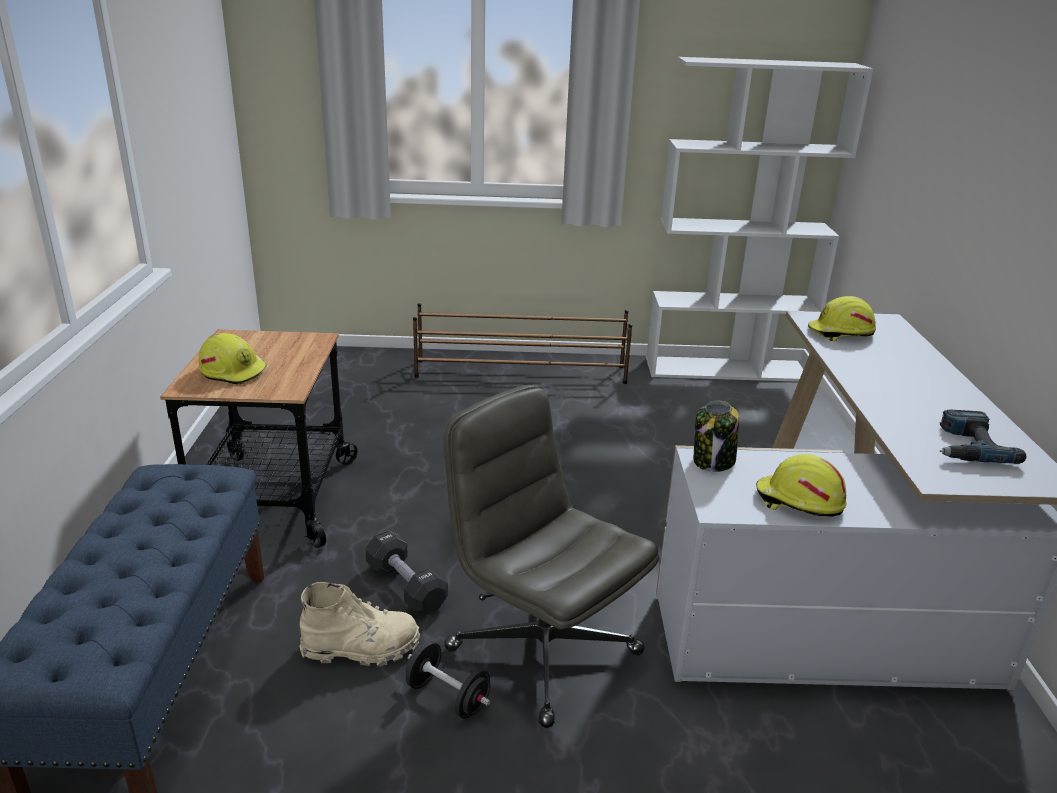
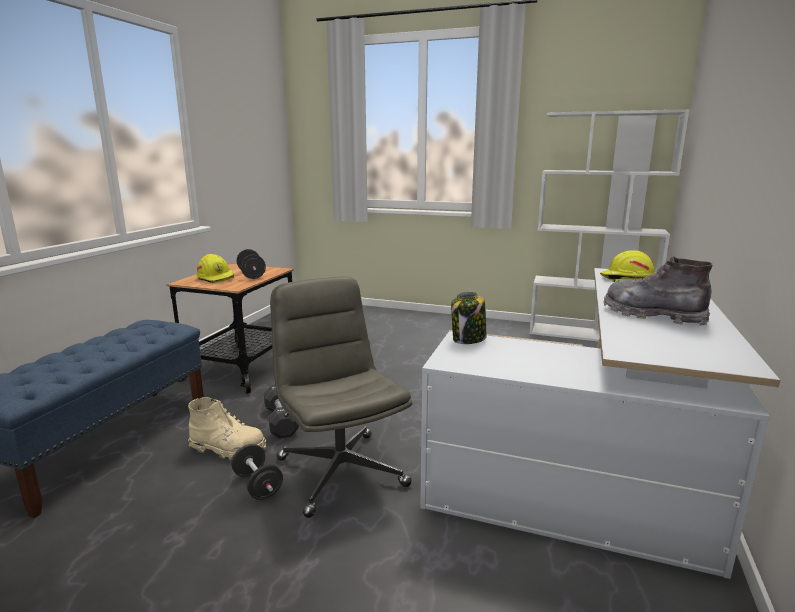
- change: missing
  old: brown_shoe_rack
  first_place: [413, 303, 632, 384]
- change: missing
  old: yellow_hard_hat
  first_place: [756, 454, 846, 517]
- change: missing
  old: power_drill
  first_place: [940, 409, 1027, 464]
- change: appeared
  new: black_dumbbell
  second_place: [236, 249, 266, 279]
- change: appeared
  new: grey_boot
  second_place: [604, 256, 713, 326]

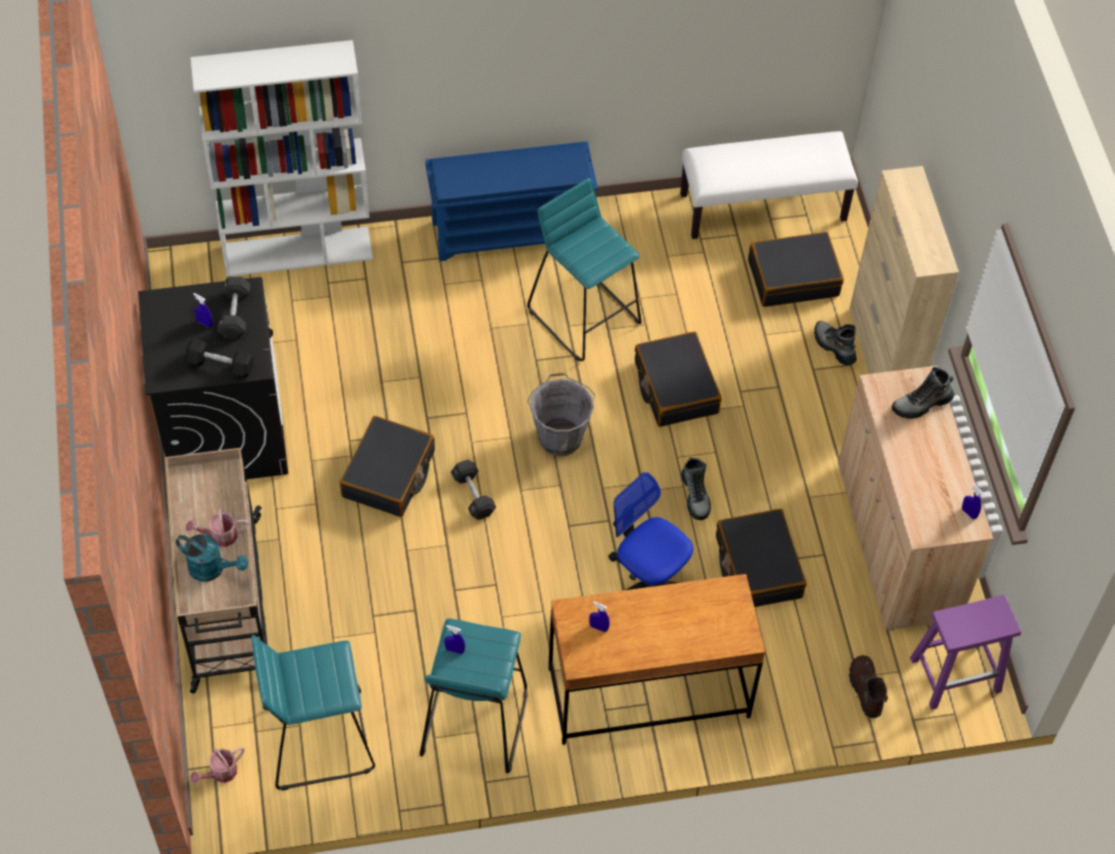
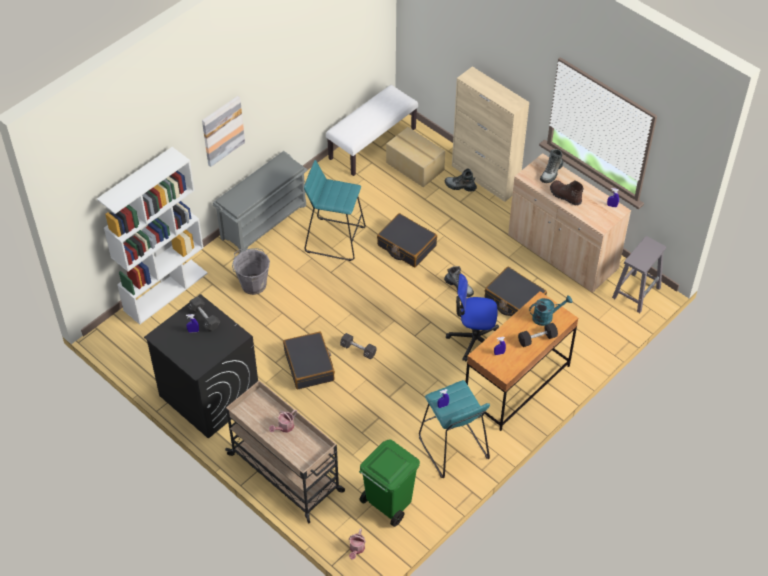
- change: relocated
  old: turquoise_watering_can
  first_place: [176, 534, 248, 582]
  second_place: [529, 295, 572, 326]
- change: relocated
  old: black_dumbbell
  first_place: [186, 338, 254, 378]
  second_place: [518, 323, 558, 347]
- change: exchanged
  old: turquoise_stool
  new: green_trash_can
  first_place: [251, 635, 375, 791]
  second_place: [359, 440, 420, 527]
- change: colour
  old: blue_shoe_rack
  new: grey_shoe_rack
  first_place: [425, 141, 598, 261]
  second_place: [213, 151, 308, 253]
- change: relocated
  old: grey_bucket
  first_place: [527, 373, 595, 456]
  second_place: [232, 248, 270, 295]
- change: exchanged
  old: black_suitcase
  new: cardboard_box
  first_place: [748, 232, 844, 307]
  second_place: [386, 127, 445, 187]
- change: relocated
  old: brown_boot
  first_place: [849, 655, 888, 718]
  second_place: [550, 180, 584, 206]
- change: colour
  old: purple_stool
  new: grey_stool
  first_place: [910, 595, 1021, 710]
  second_place: [612, 236, 666, 313]
- change: appeared
  new: picture
  second_place: [202, 96, 245, 167]

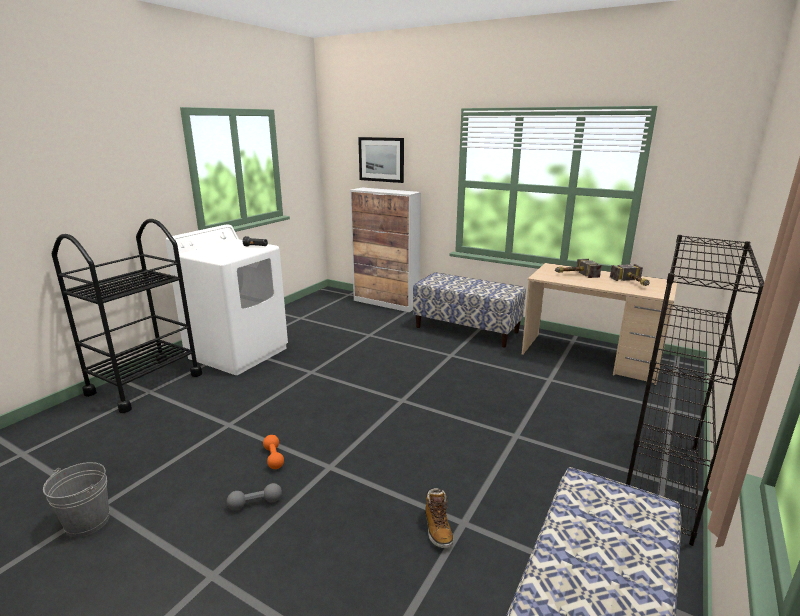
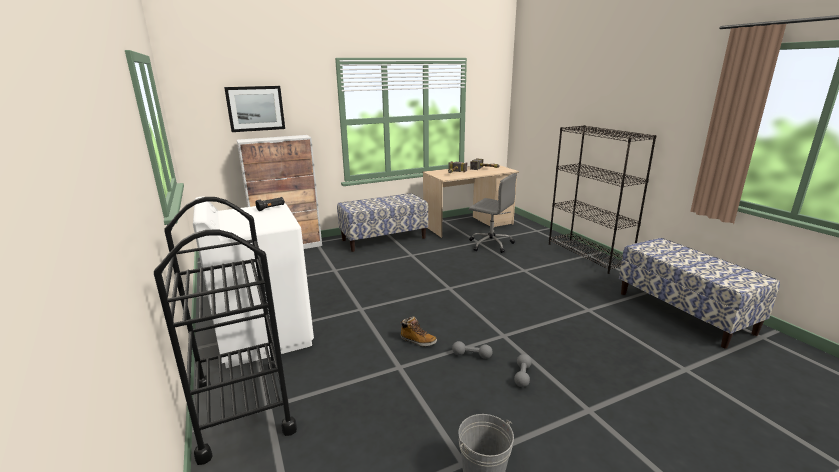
- change: colour
  old: orange_dumbbell
  new: grey_dumbbell
  first_place: [263, 435, 284, 469]
  second_place: [452, 341, 493, 359]
- change: relocated
  old: boot
  first_place: [425, 488, 454, 548]
  second_place: [400, 317, 437, 347]
- change: appeared
  new: grey_office_chair
  second_place: [469, 173, 517, 253]

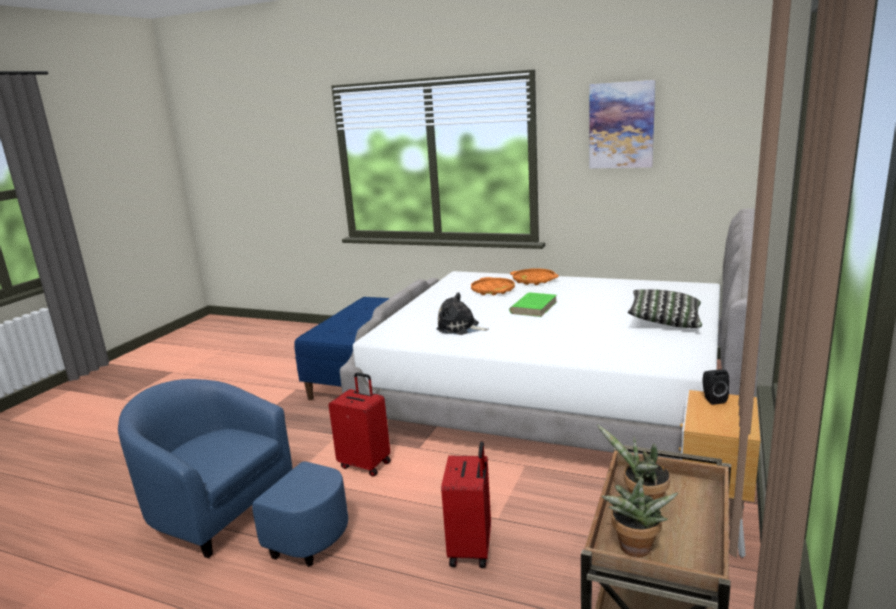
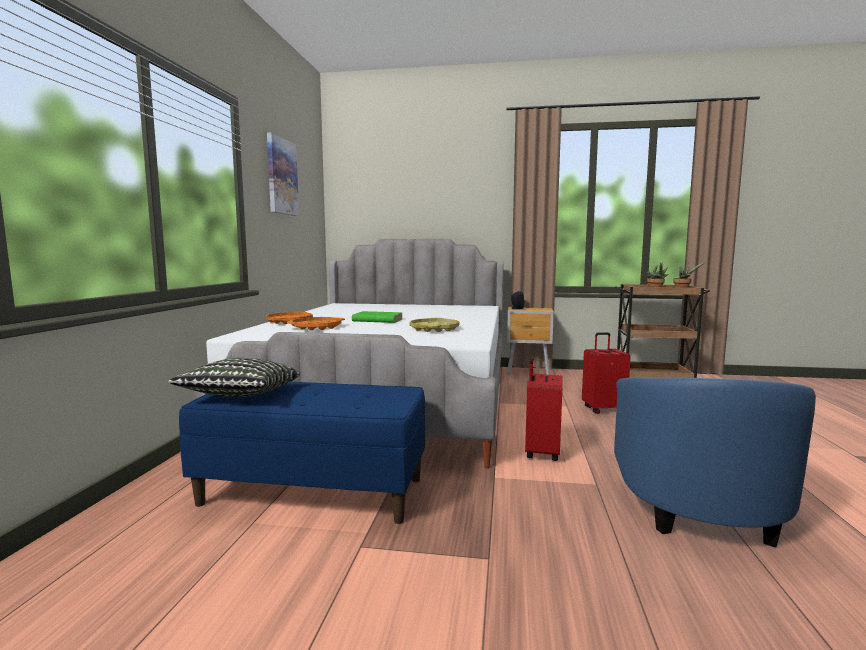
- change: exchanged
  old: plush_toy
  new: yellow_tray
  first_place: [437, 292, 489, 335]
  second_place: [409, 318, 459, 332]
- change: relocated
  old: pillow
  first_place: [628, 289, 702, 328]
  second_place: [168, 358, 300, 397]

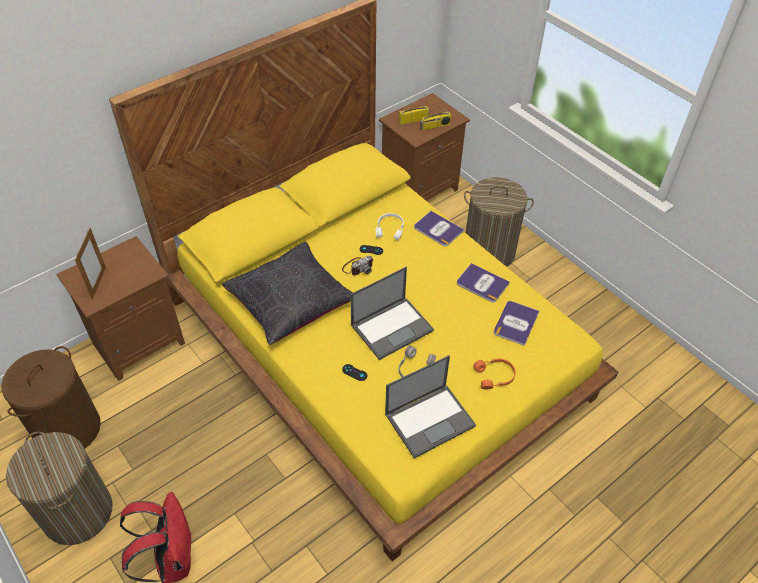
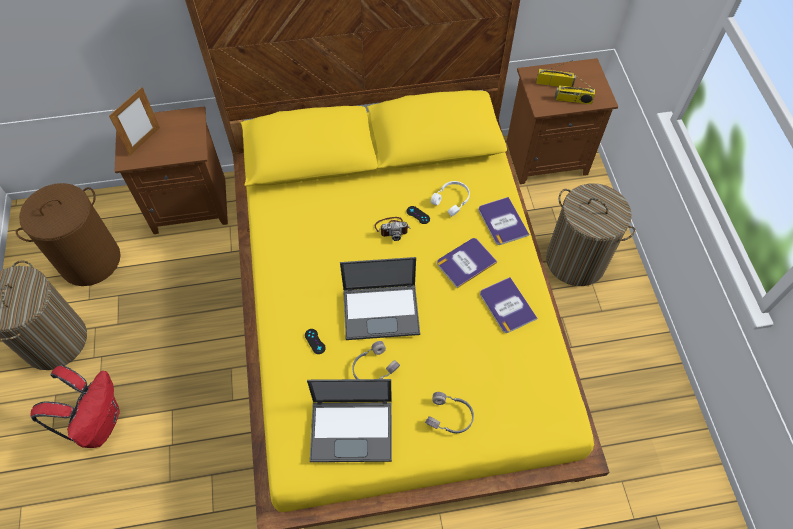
- change: missing
  old: black_pillow
  first_place: [222, 242, 353, 345]
- change: colour
  old: orange_headphones
  new: grey_headphones
  first_place: [473, 358, 516, 390]
  second_place: [425, 392, 474, 433]
- change: relocated
  old: book
  first_place: [494, 301, 539, 346]
  second_place: [437, 238, 497, 288]

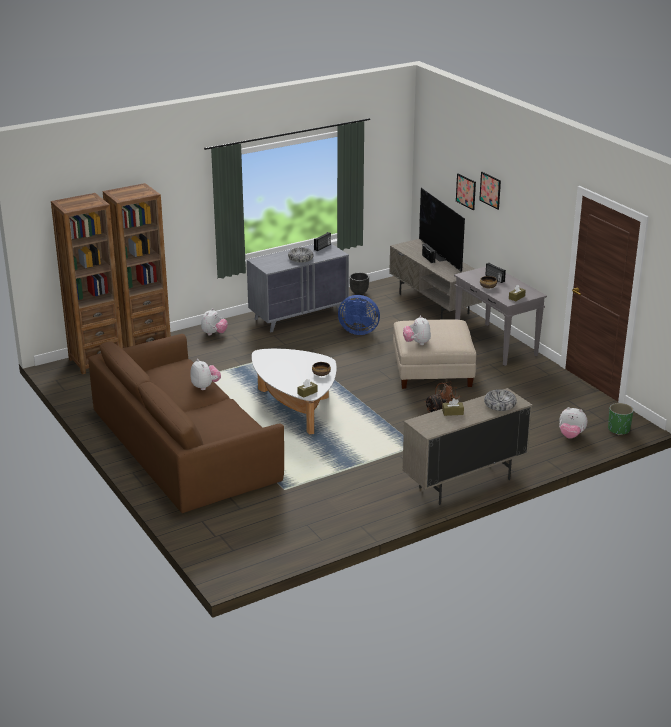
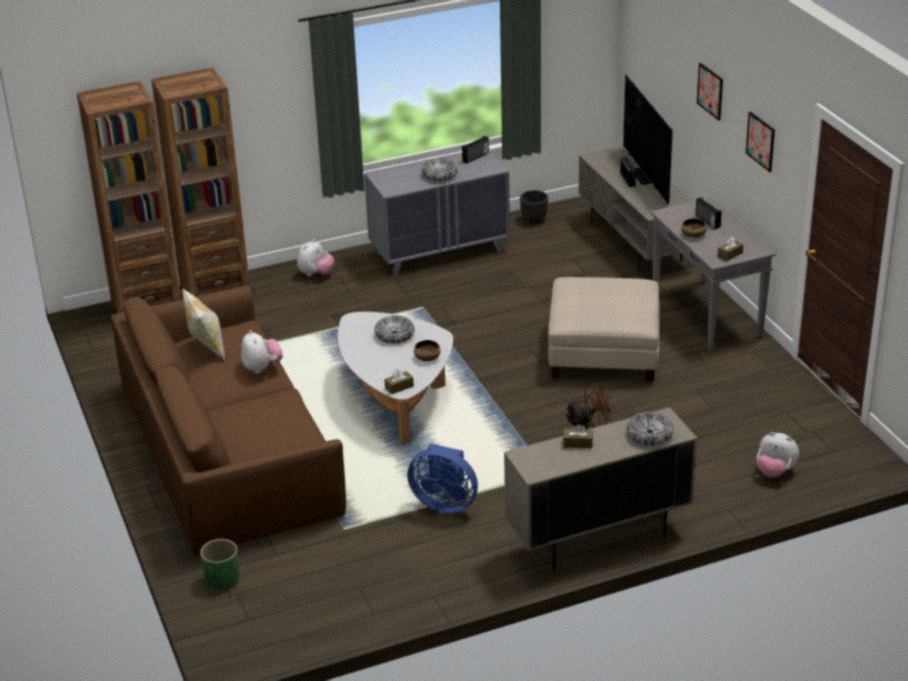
- change: relocated
  old: blue_fan
  first_place: [338, 295, 380, 335]
  second_place: [407, 443, 478, 513]
- change: missing
  old: plush_toy
  first_place: [403, 315, 431, 345]
- change: relocated
  old: picture
  first_place: [456, 173, 476, 210]
  second_place: [746, 111, 775, 172]
- change: relocated
  old: green_planter
  first_place: [608, 403, 634, 435]
  second_place: [200, 539, 240, 590]
- change: appeared
  new: pillow
  second_place: [182, 288, 225, 360]
- change: appeared
  new: bowl
  second_place: [374, 316, 415, 344]

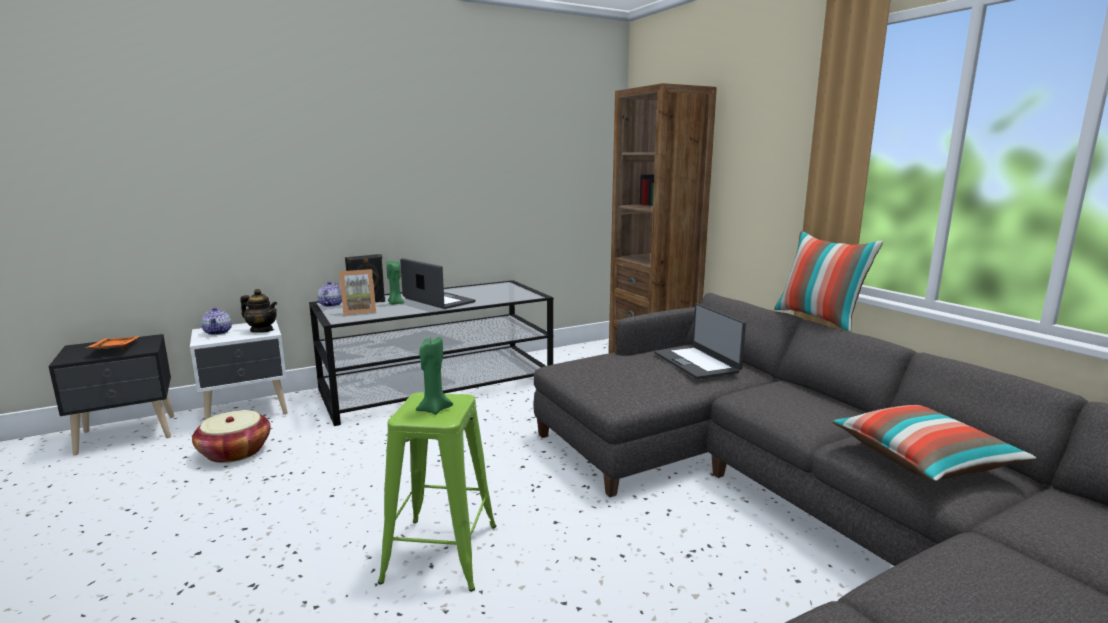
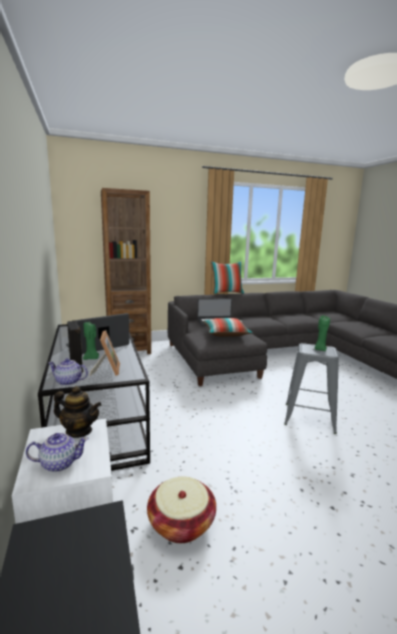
- change: missing
  old: orange_tray
  first_place: [85, 336, 140, 350]
- change: spun
  old: teapot
  first_place: [240, 289, 277, 333]
  second_place: [54, 386, 101, 438]
  degrees: 75
- change: colour
  old: green_stool
  new: grey_stool
  first_place: [378, 392, 496, 592]
  second_place: [284, 343, 339, 434]
- change: relocated
  old: pillow
  first_place: [832, 405, 1036, 482]
  second_place: [203, 318, 253, 336]

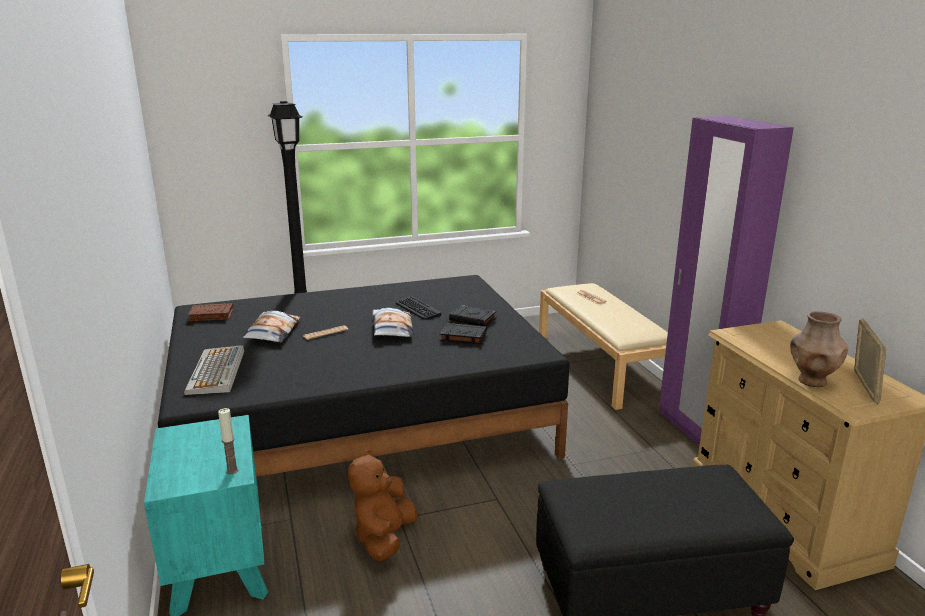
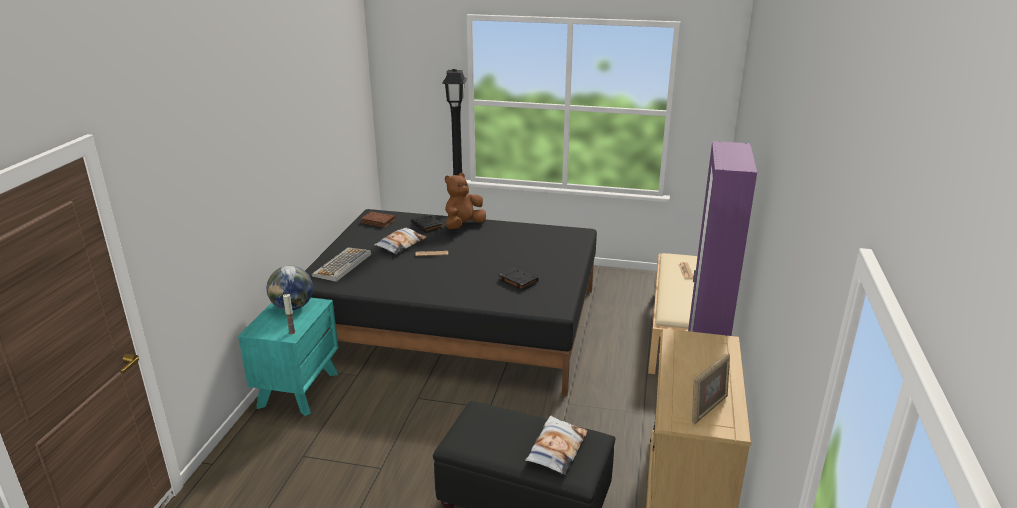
- change: relocated
  old: brown_plush_toy
  first_place: [348, 449, 417, 561]
  second_place: [445, 173, 486, 229]
- change: relocated
  old: pillow
  first_place: [373, 308, 414, 337]
  second_place: [525, 416, 588, 475]
- change: missing
  old: keyboard
  first_place: [396, 296, 441, 320]
- change: relocated
  old: black_book
  first_place: [449, 305, 496, 326]
  second_place: [411, 214, 442, 233]
- change: missing
  old: brown_vase
  first_place: [790, 311, 848, 387]
- change: appeared
  new: globe
  second_place: [267, 266, 313, 310]

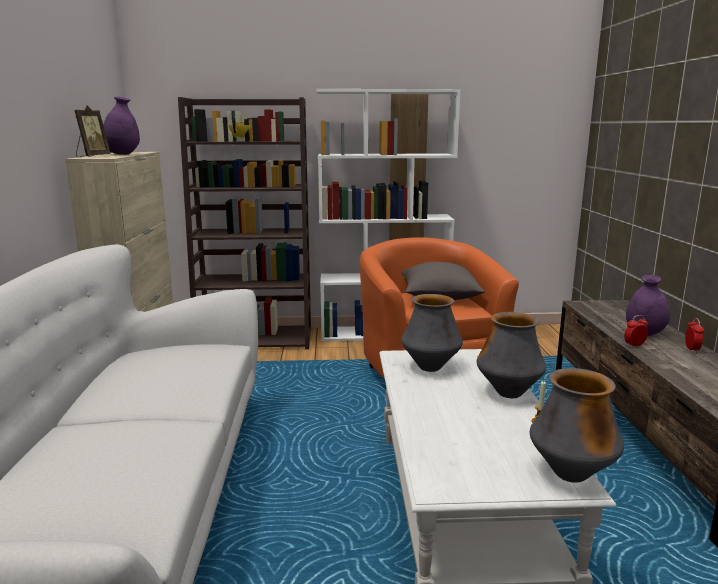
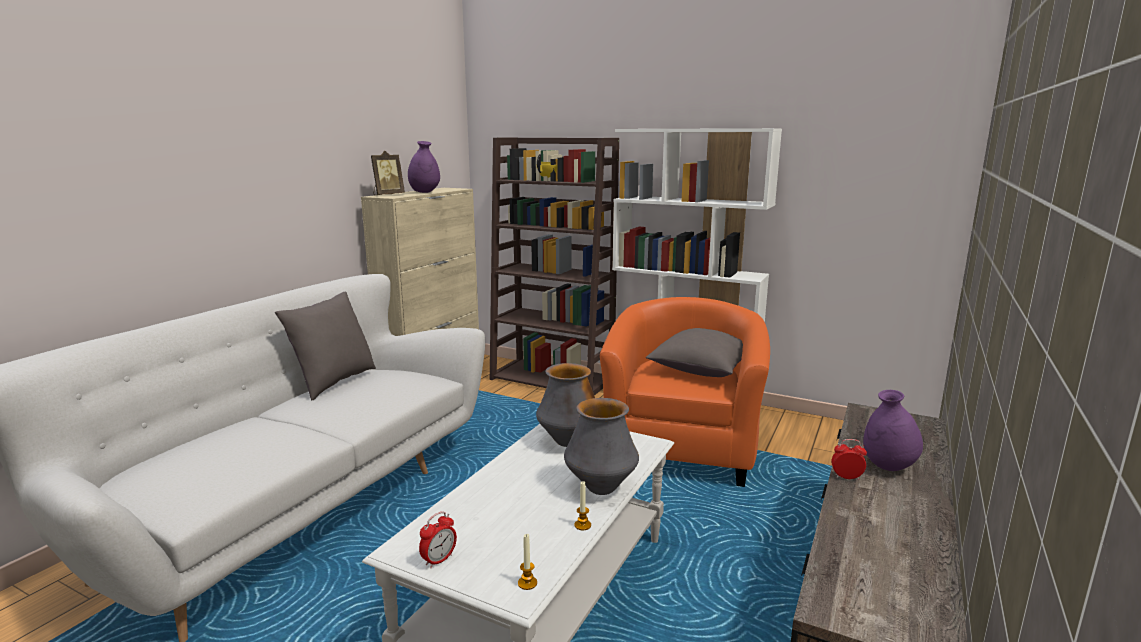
- change: exchanged
  old: vase
  new: candle
  first_place: [530, 368, 624, 483]
  second_place: [518, 534, 537, 590]
- change: relocated
  old: alarm_clock
  first_place: [685, 318, 704, 353]
  second_place: [419, 511, 457, 568]
- change: appeared
  new: grey_pillow
  second_place: [275, 292, 376, 400]

